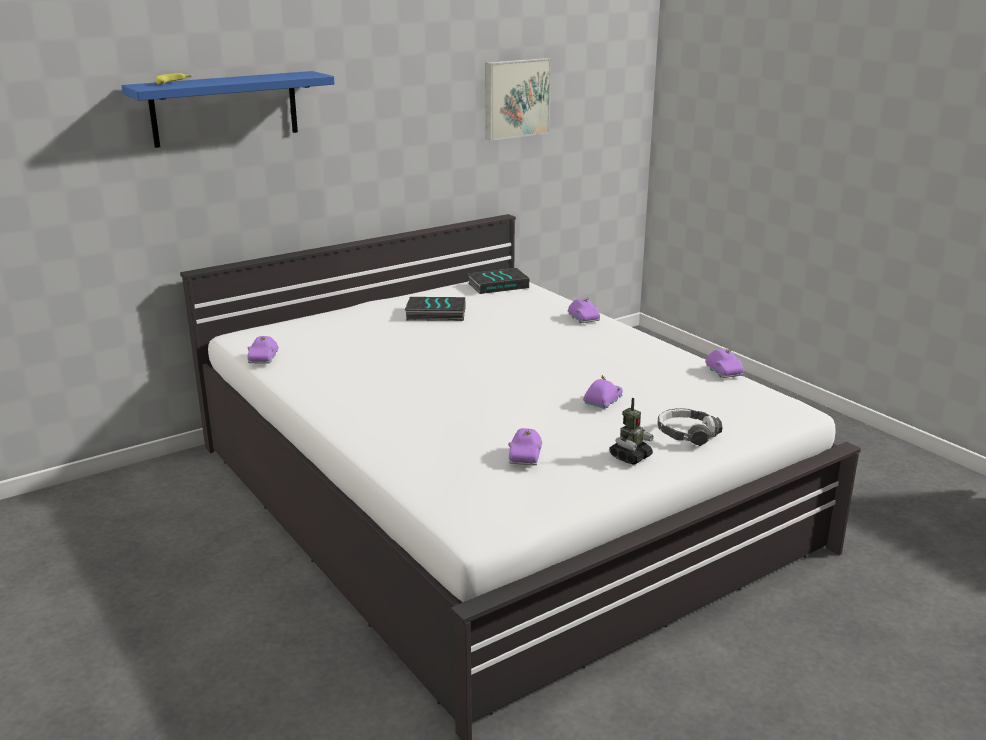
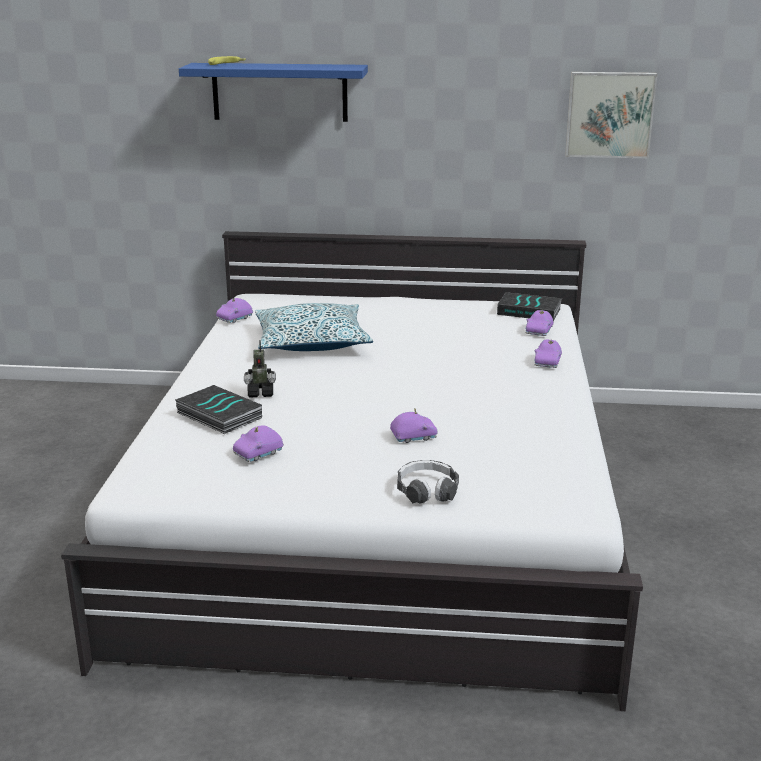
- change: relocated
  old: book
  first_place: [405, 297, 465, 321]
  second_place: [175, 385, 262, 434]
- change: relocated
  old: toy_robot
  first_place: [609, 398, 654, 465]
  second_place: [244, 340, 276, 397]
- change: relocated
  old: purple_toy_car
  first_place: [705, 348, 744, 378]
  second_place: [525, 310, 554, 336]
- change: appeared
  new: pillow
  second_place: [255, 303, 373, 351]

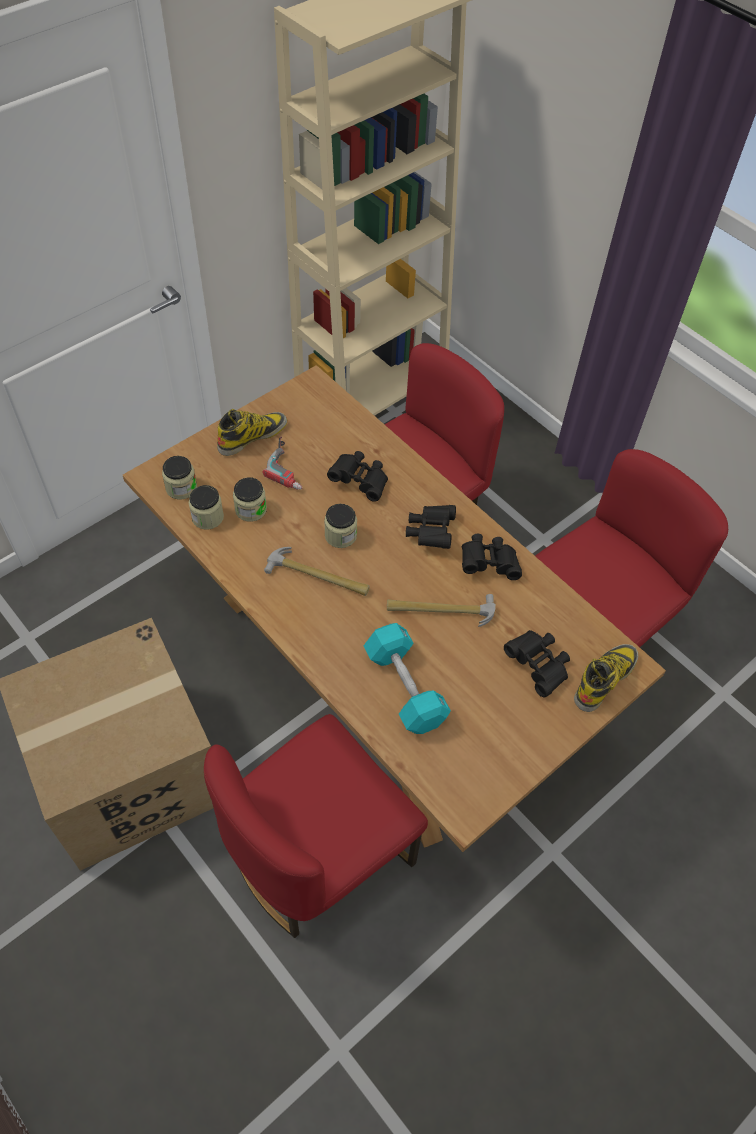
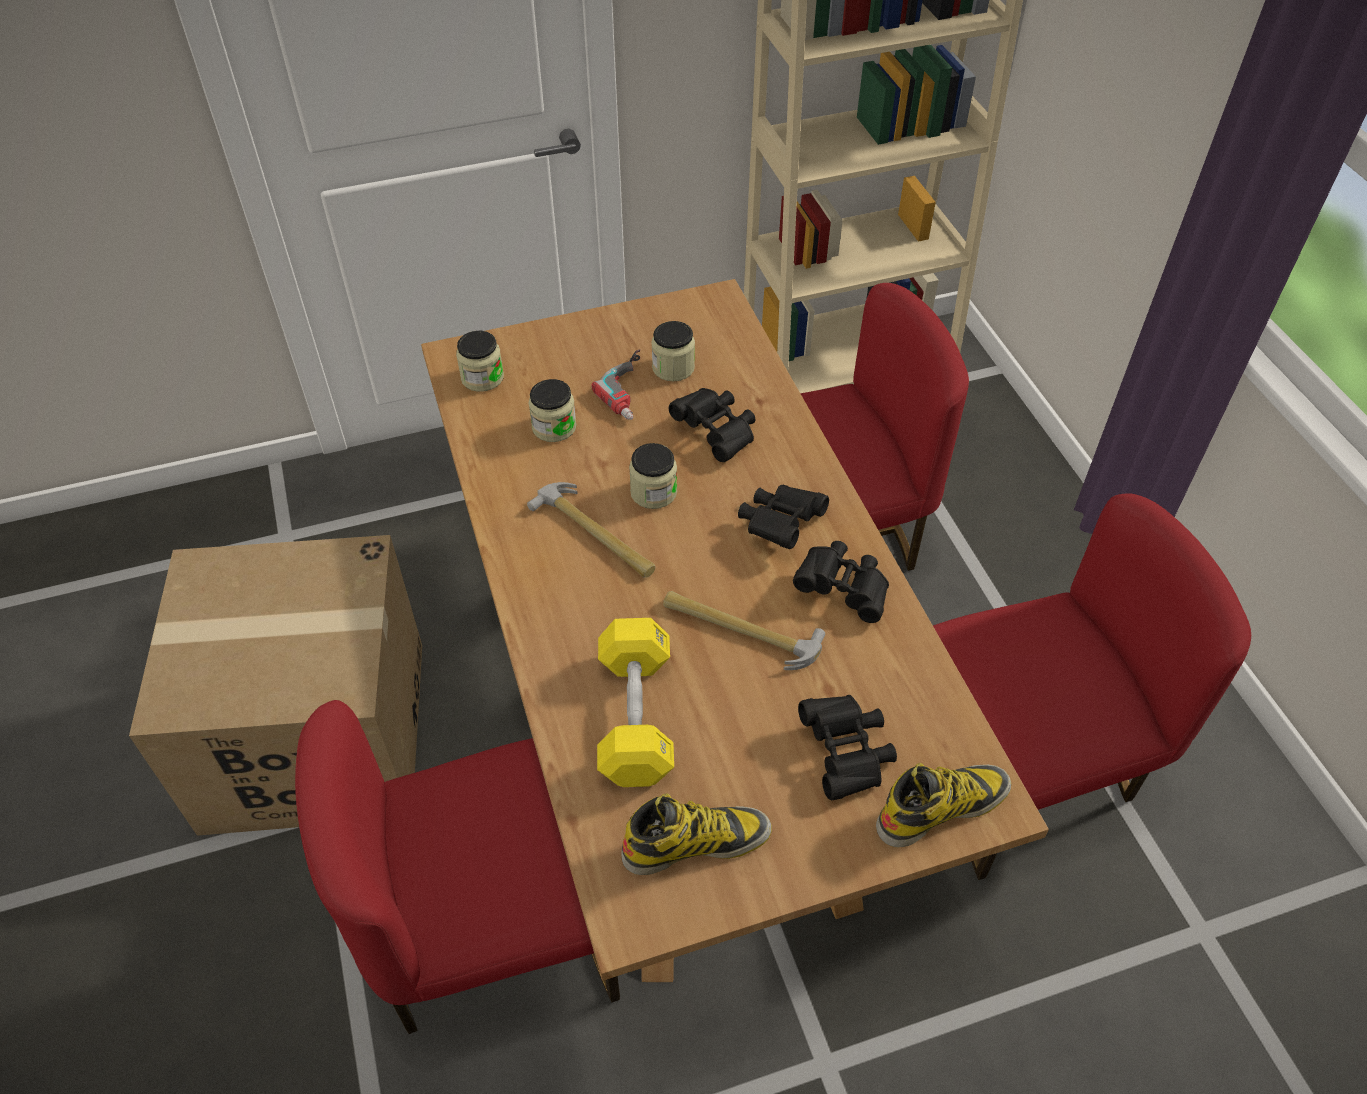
- change: relocated
  old: jar
  first_place: [189, 485, 224, 530]
  second_place: [651, 321, 695, 381]
- change: relocated
  old: boot
  first_place: [217, 409, 287, 456]
  second_place: [621, 793, 772, 875]
- change: colour
  old: turquoise_dumbbell
  new: yellow_dumbbell
  first_place: [364, 623, 451, 734]
  second_place: [597, 618, 674, 787]

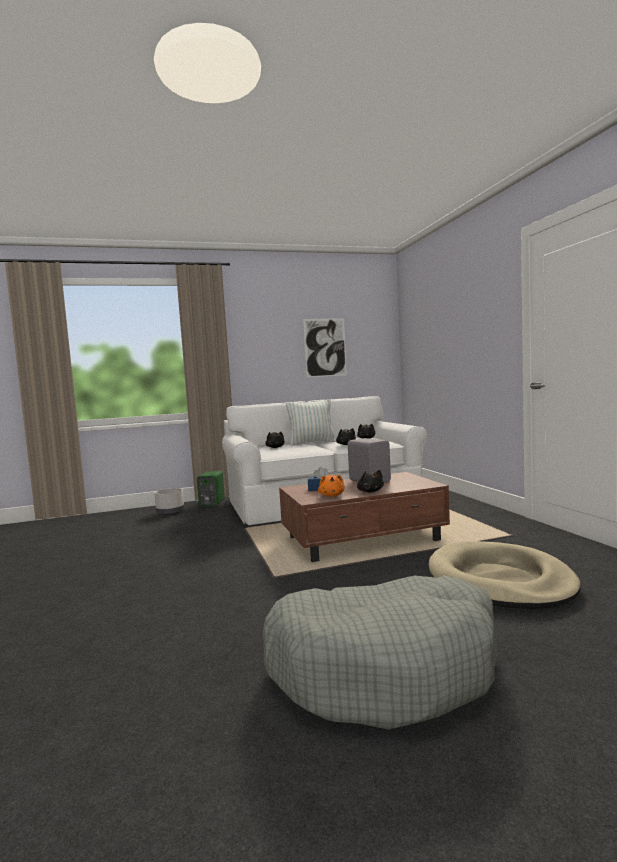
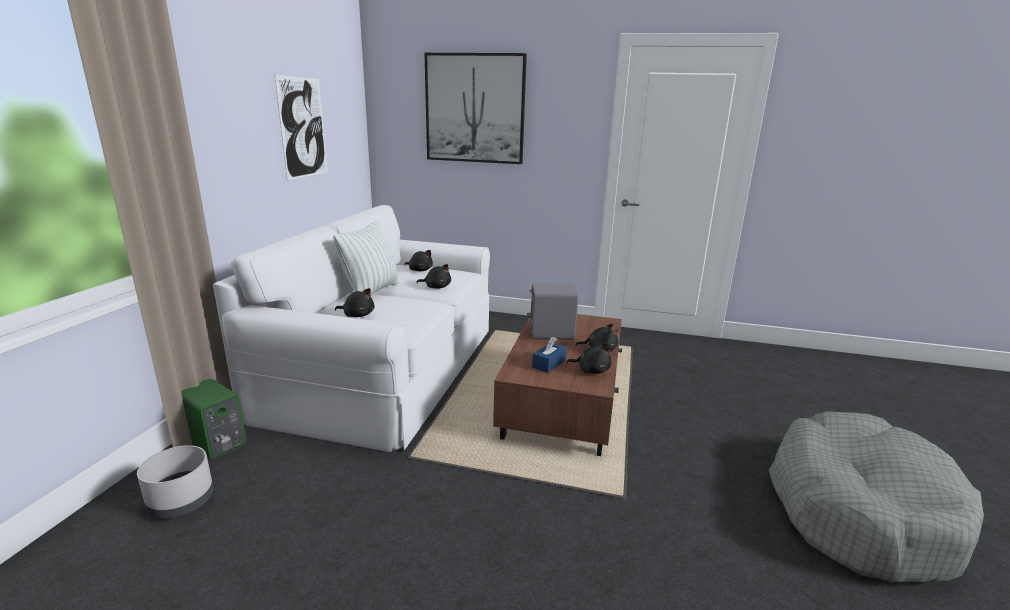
- change: colour
  old: orange_plush_toy
  new: black_plush_toy
  first_place: [318, 474, 345, 497]
  second_place: [566, 343, 612, 374]
- change: missing
  old: beige_dog_bed
  first_place: [429, 541, 581, 609]
- change: appeared
  new: picture
  second_place: [424, 53, 527, 164]

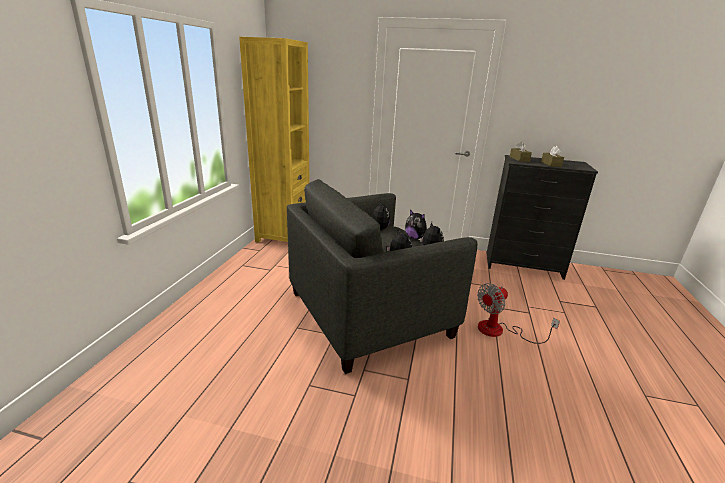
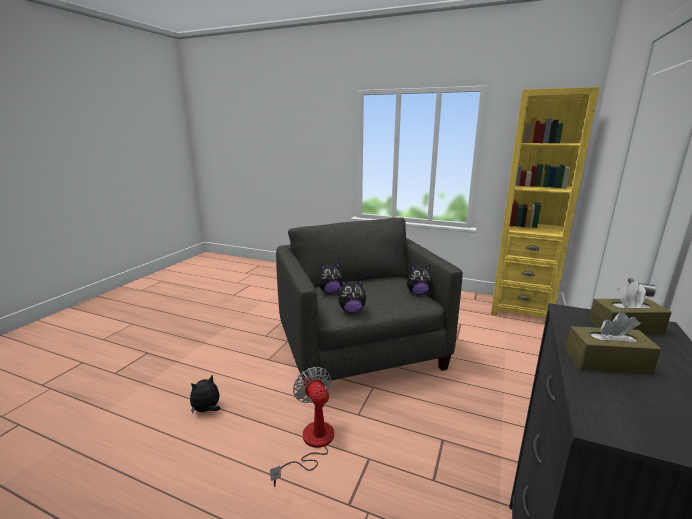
- change: relocated
  old: plush_toy
  first_place: [405, 210, 427, 239]
  second_place: [190, 375, 220, 413]

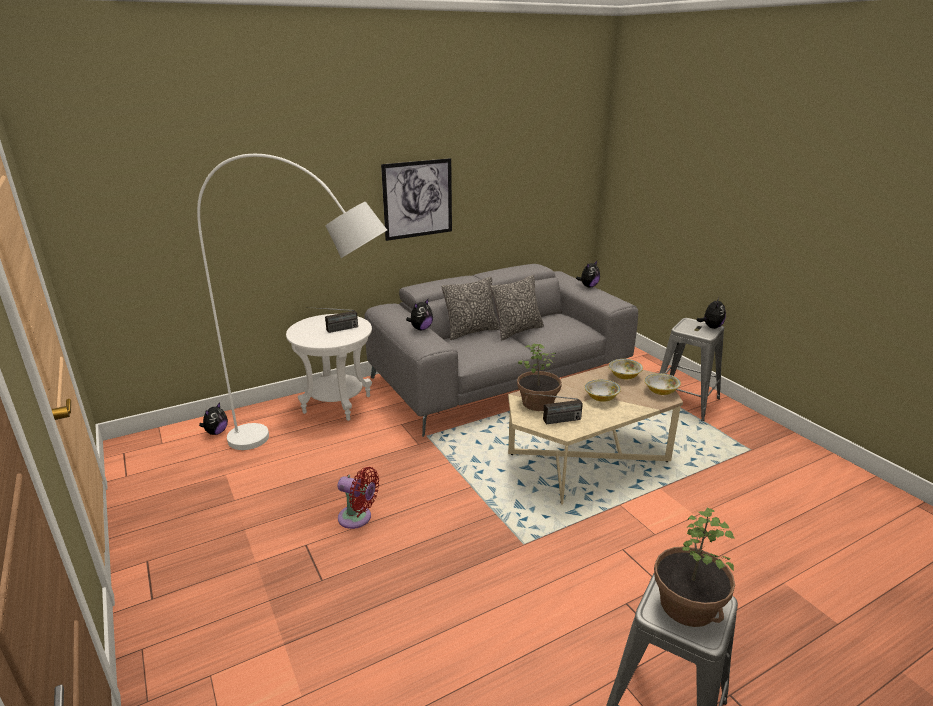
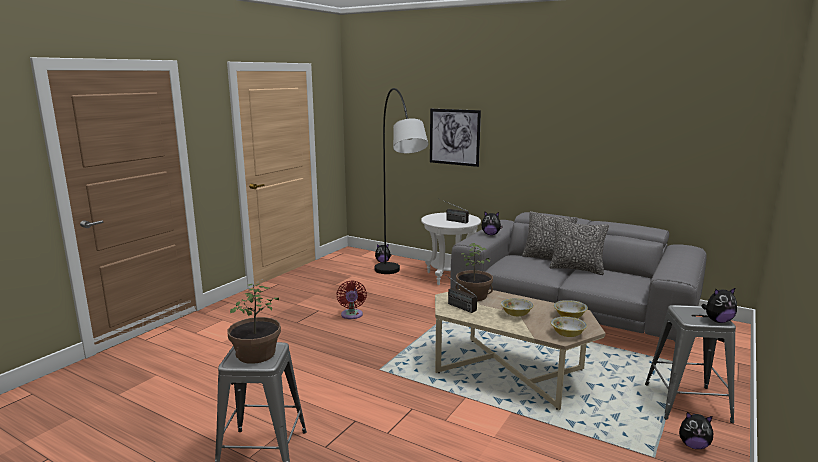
- change: colour
  old: white_floor_lamp
  new: black_floor_lamp
  first_place: [197, 154, 387, 450]
  second_place: [374, 88, 429, 274]
- change: relocated
  old: picture
  first_place: [381, 158, 452, 241]
  second_place: [430, 109, 481, 167]
- change: relocated
  old: plush_toy
  first_place: [576, 261, 600, 288]
  second_place: [679, 412, 714, 449]

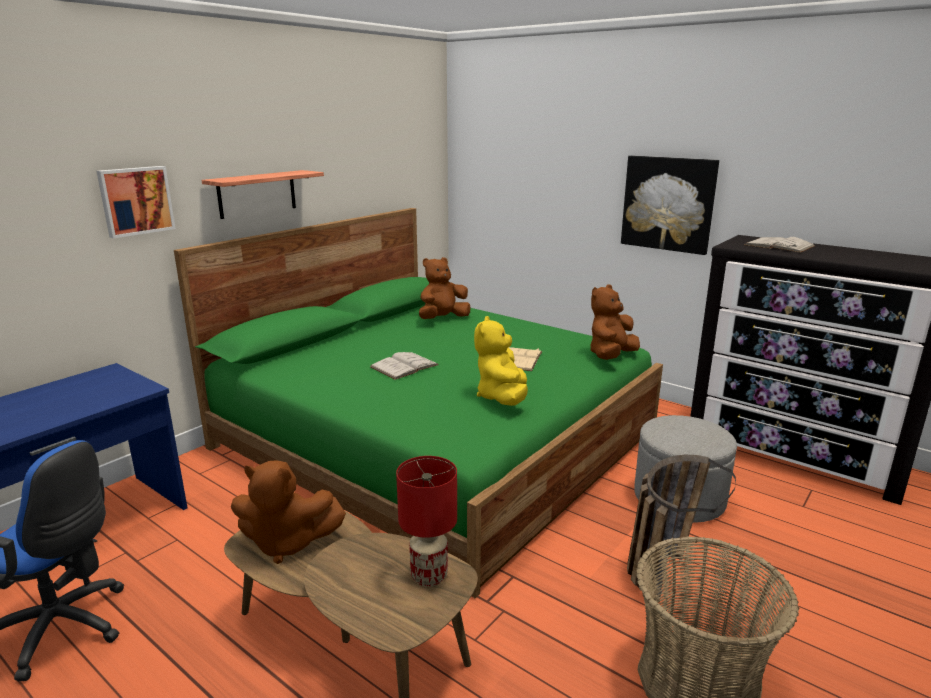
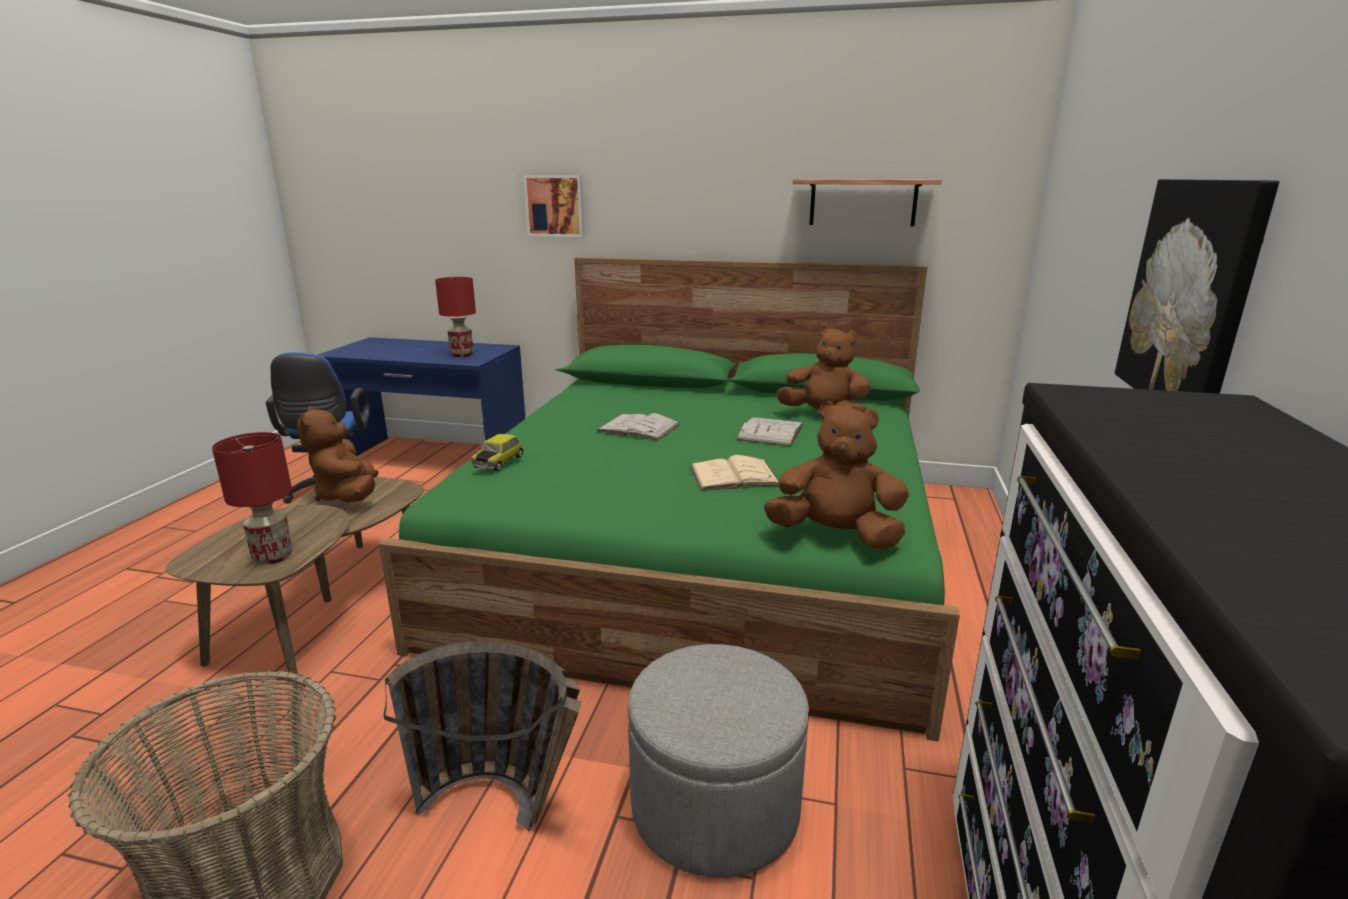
- change: relocated
  old: shelf
  first_place: [202, 170, 324, 219]
  second_place: [793, 179, 942, 226]
- change: missing
  old: yellow_plush_toy
  first_place: [474, 316, 528, 406]
- change: relocated
  old: white_book
  first_place: [744, 237, 815, 253]
  second_place: [736, 417, 803, 446]
- change: appeared
  new: red_table_lamp
  second_place: [435, 277, 476, 357]
- change: appeared
  new: toy_car
  second_place: [471, 434, 524, 471]

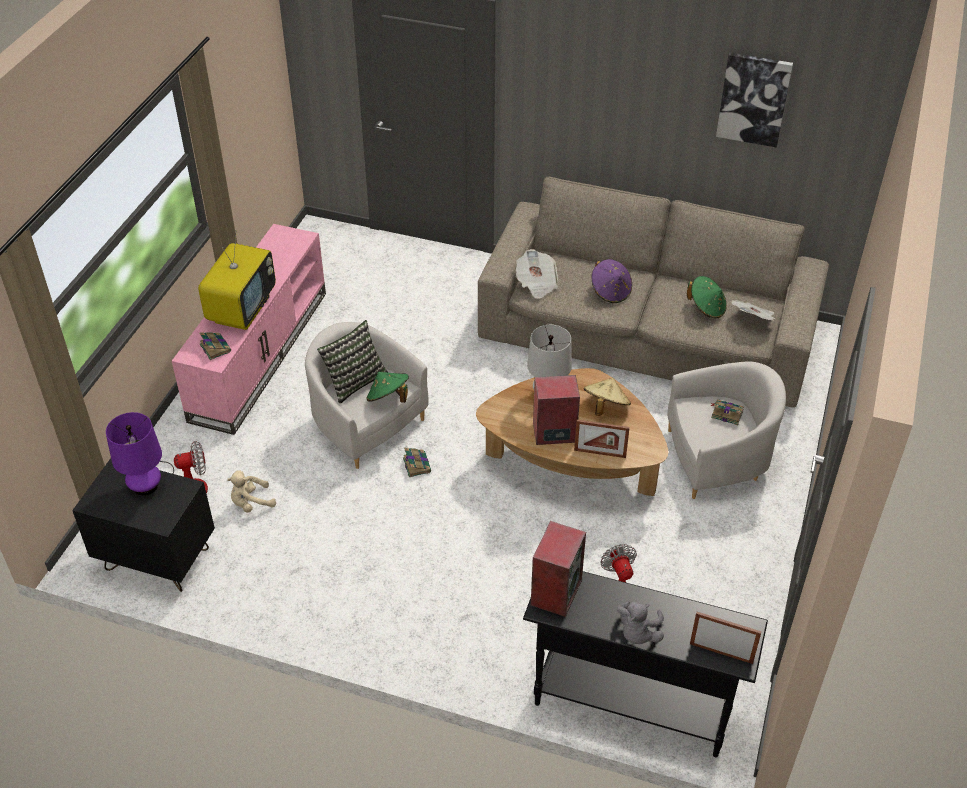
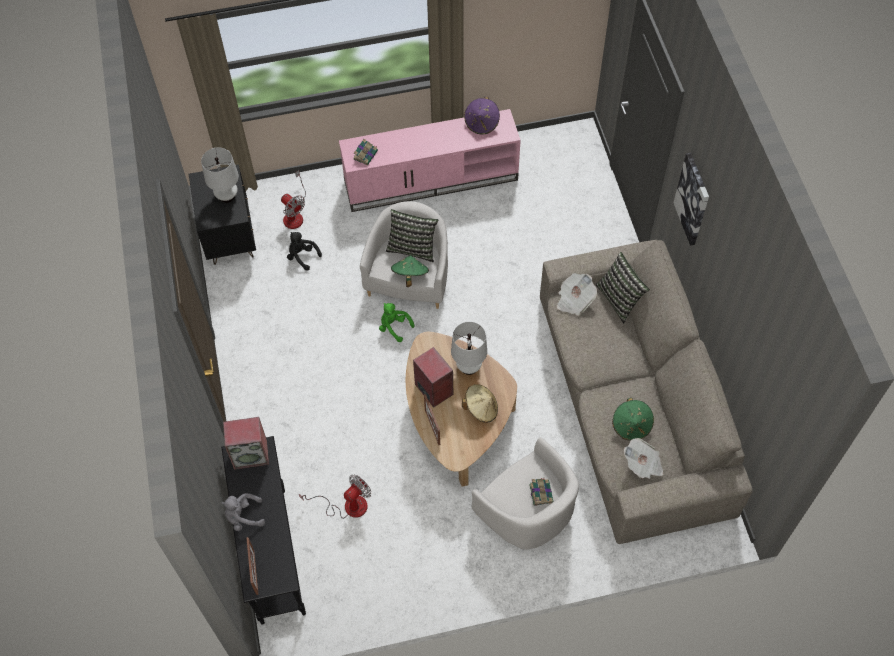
- change: colour
  old: purple_table_lamp
  new: white_table_lamp
  first_place: [106, 412, 162, 496]
  second_place: [201, 147, 239, 203]
- change: missing
  old: television
  first_place: [198, 230, 276, 330]
- change: colour
  old: beige_plush_toy
  new: black_plush_toy
  first_place: [227, 471, 276, 513]
  second_place: [287, 232, 322, 271]
- change: exchanged
  old: book
  new: green_plush_toy
  first_place: [403, 448, 431, 477]
  second_place: [379, 303, 415, 342]
- change: relocated
  old: purple_hat
  first_place: [592, 259, 632, 303]
  second_place: [464, 97, 500, 134]
- change: relocated
  old: picture
  first_place: [716, 53, 793, 147]
  second_place: [673, 153, 709, 246]
- change: appeared
  new: pillow
  second_place: [596, 252, 650, 324]

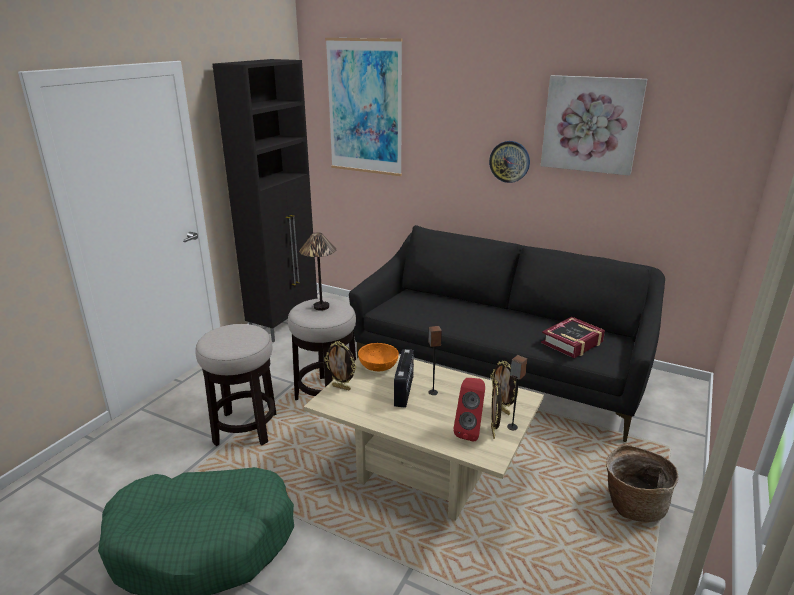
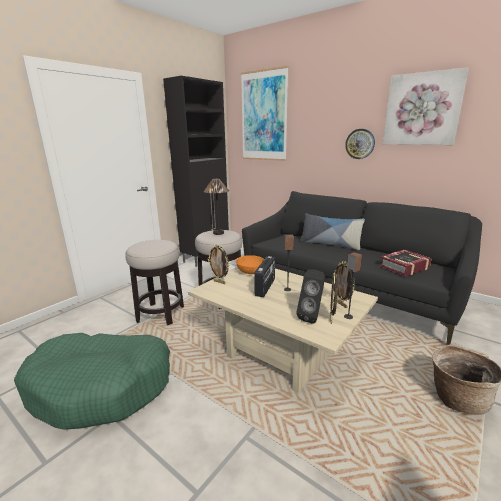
- change: colour
  old: red_speaker
  new: black_speaker
  first_place: [453, 378, 485, 442]
  second_place: [296, 269, 325, 324]
- change: appeared
  new: pillow
  second_place: [300, 213, 365, 250]

